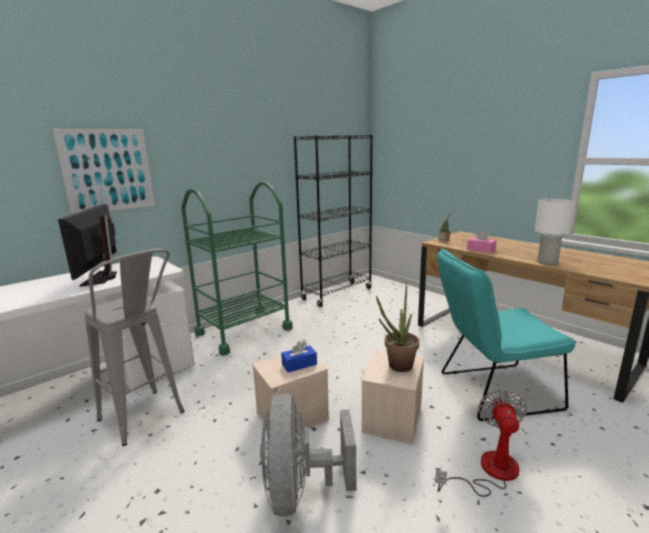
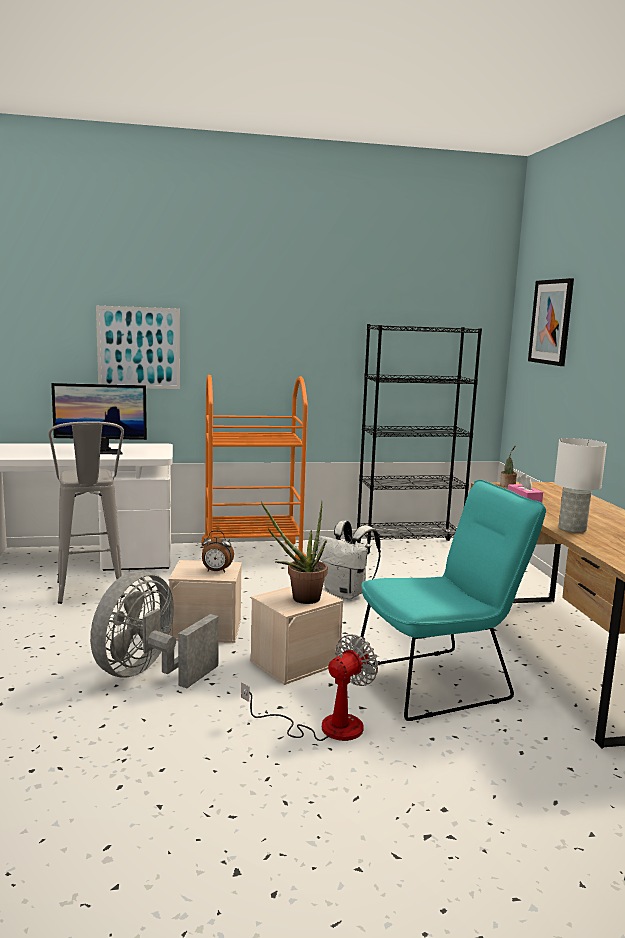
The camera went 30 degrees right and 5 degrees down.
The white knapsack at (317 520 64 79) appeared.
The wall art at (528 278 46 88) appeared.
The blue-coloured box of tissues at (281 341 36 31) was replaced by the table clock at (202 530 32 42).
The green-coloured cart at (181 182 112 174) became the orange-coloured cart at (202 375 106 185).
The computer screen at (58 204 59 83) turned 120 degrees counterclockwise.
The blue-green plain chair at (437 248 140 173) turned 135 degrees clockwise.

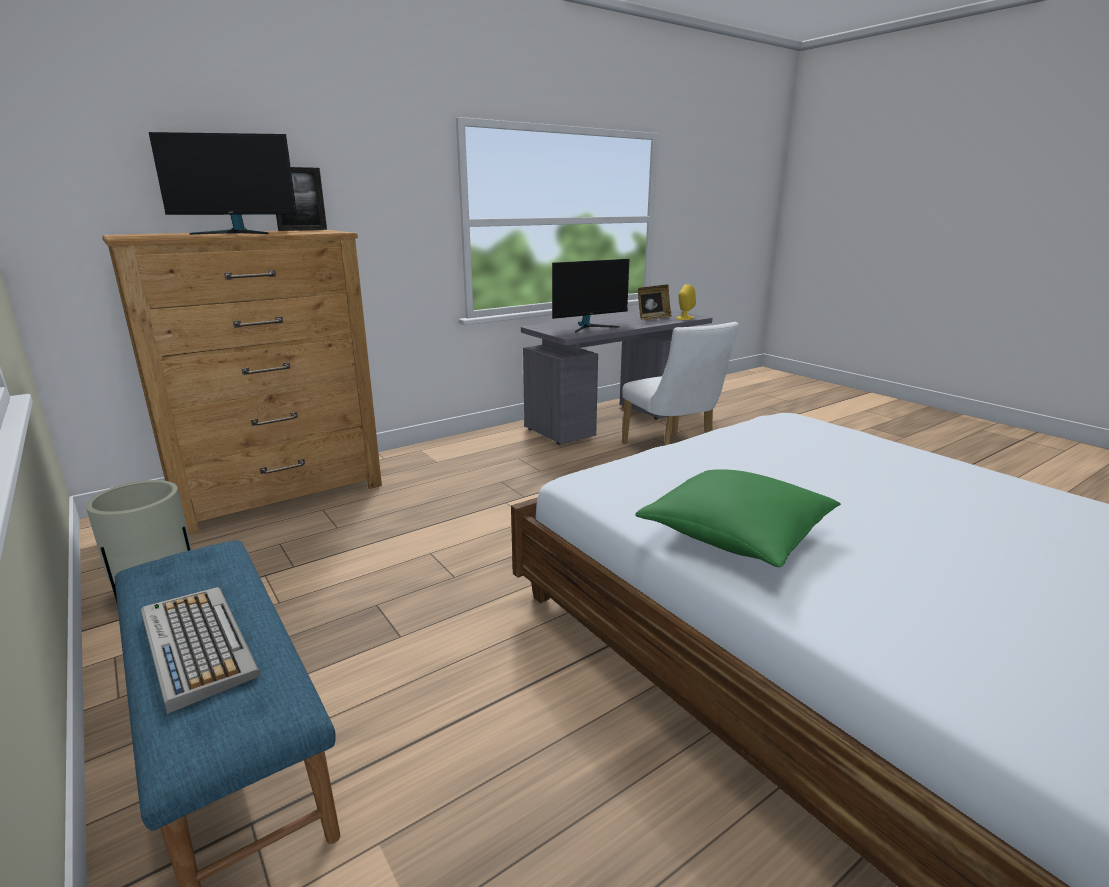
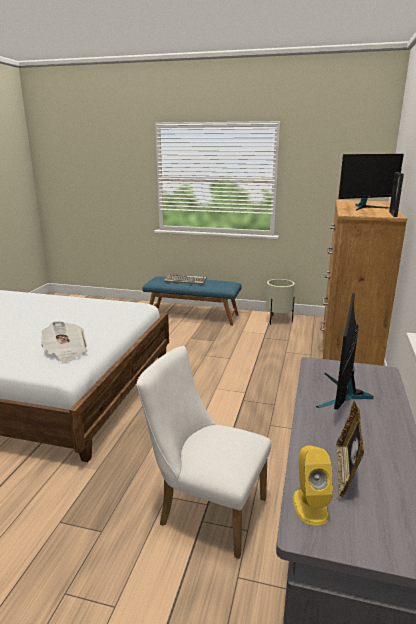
The camera went 140 degrees right and 0 degrees up.
The green-coloured cushion at (635 469 206 98) disappeared.
The daily paper at (41 321 47 42) appeared.
The computer screen at (149 132 148 103) turned 150 degrees counterclockwise.

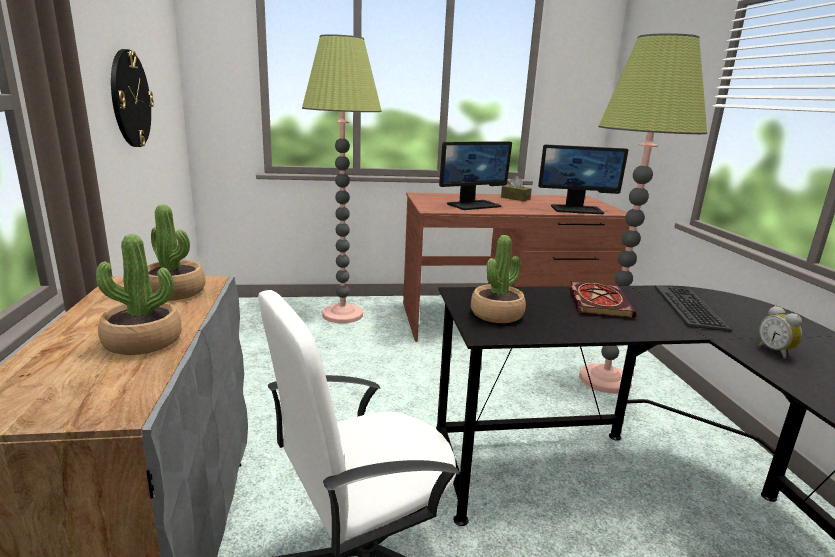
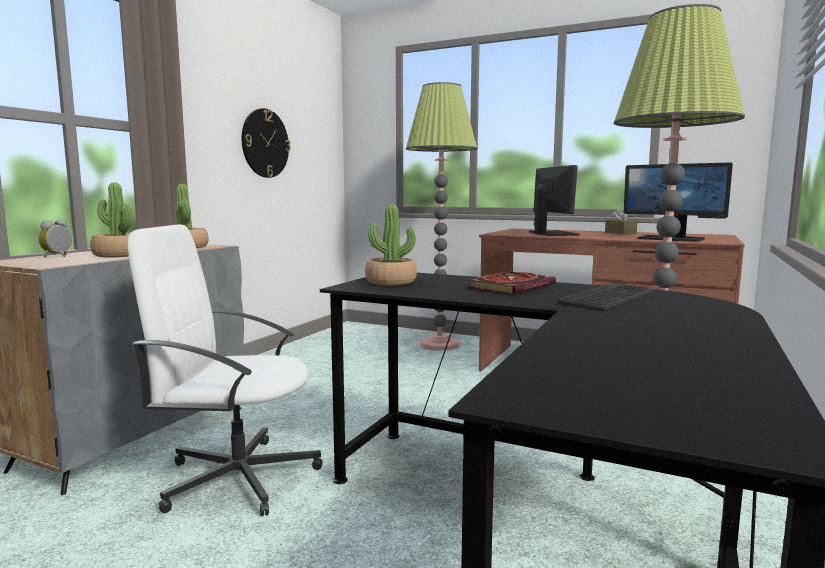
The camera went 35 degrees right and 10 degrees down.
The table clock moved from (759 306 43 53) to (38 220 34 37).
The computer screen at (439 141 73 69) turned 105 degrees counterclockwise.

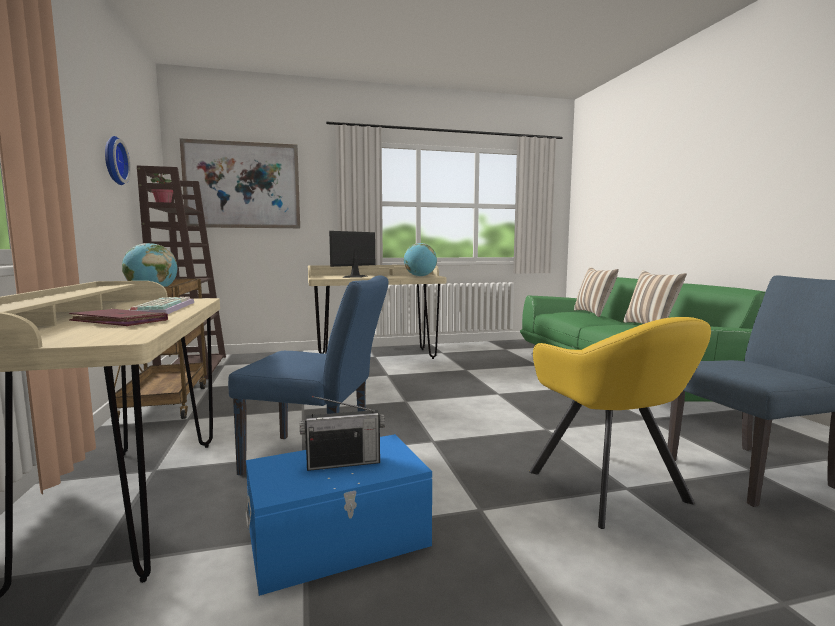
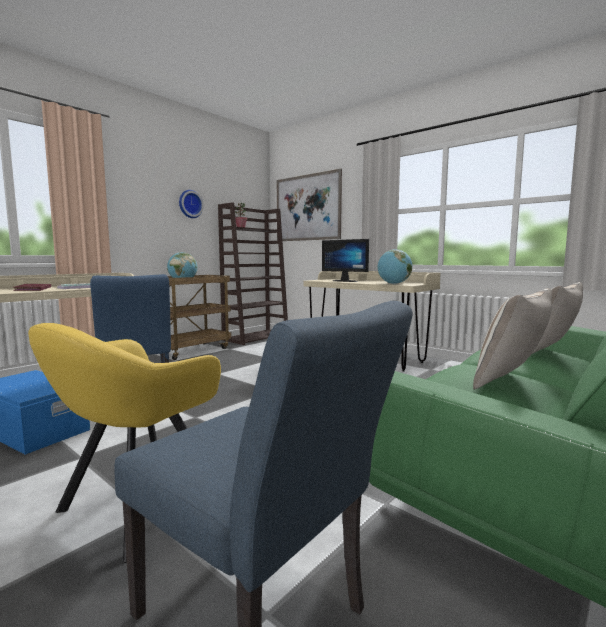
The camera went 55 degrees right and 0 degrees up.
The radio set at (300 396 85 75) disappeared.
The computer screen at (329 231 46 47) turned 150 degrees counterclockwise.

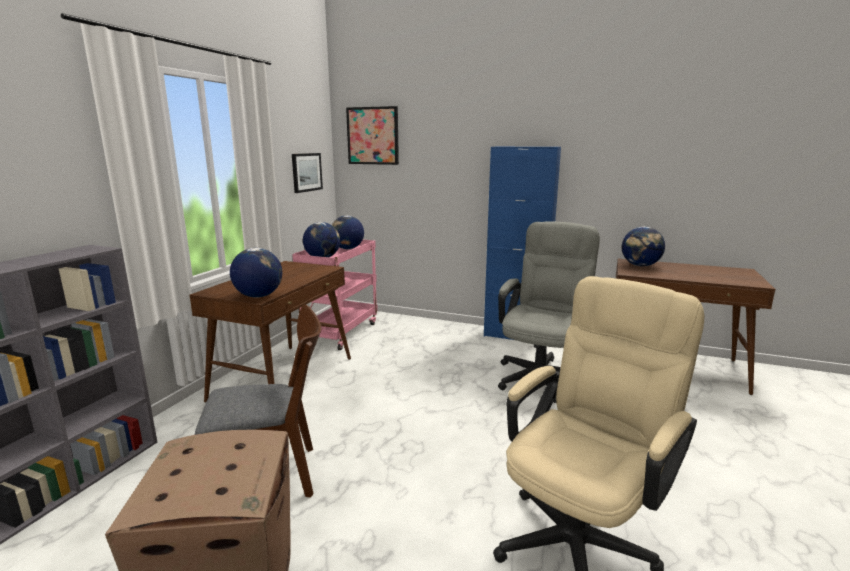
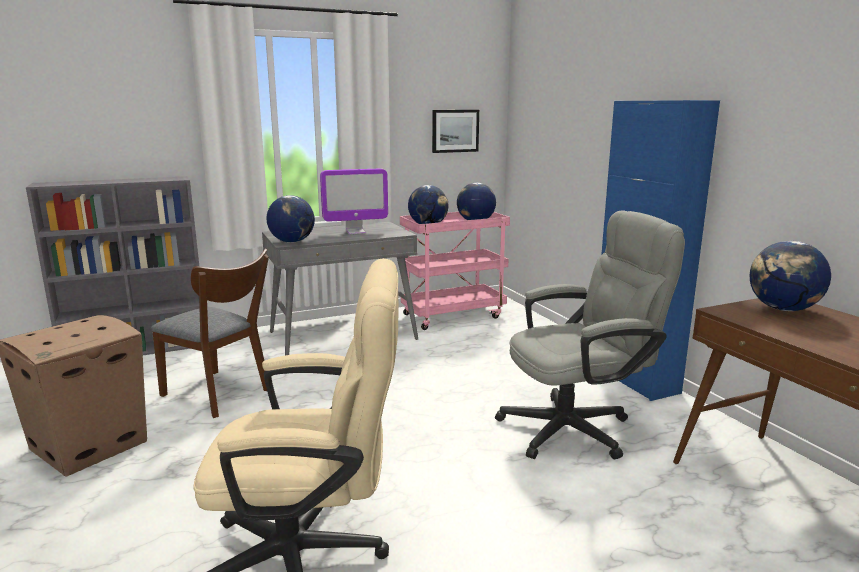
The camera went 45 degrees right and 0 degrees up.
The wall art at (346 106 53 59) disappeared.
The computer screen at (320 169 68 65) appeared.
The brownish desk table at (189 261 162 141) became the greyish desk table at (262 222 156 133).

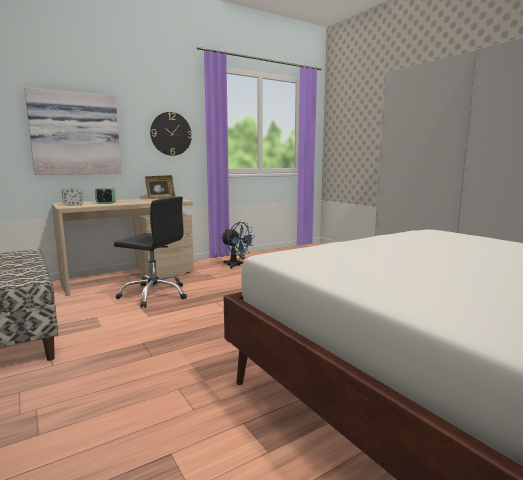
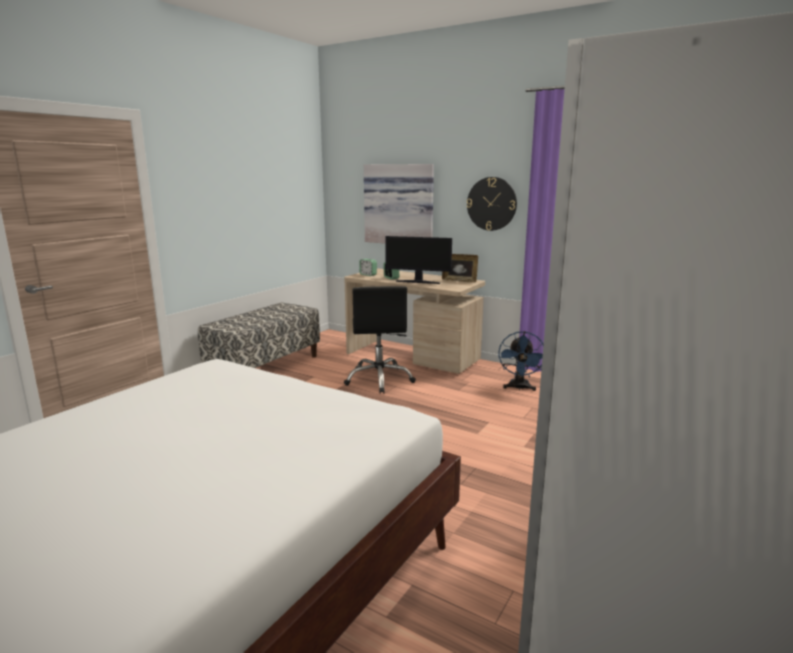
The camera went 65 degrees right and 5 degrees up.
The computer screen at (385 236 67 48) appeared.

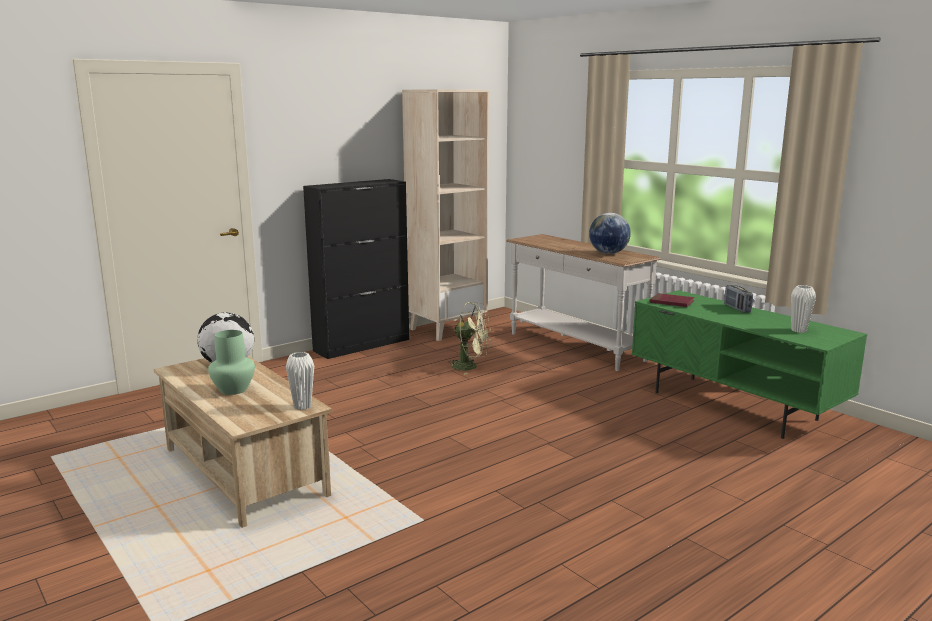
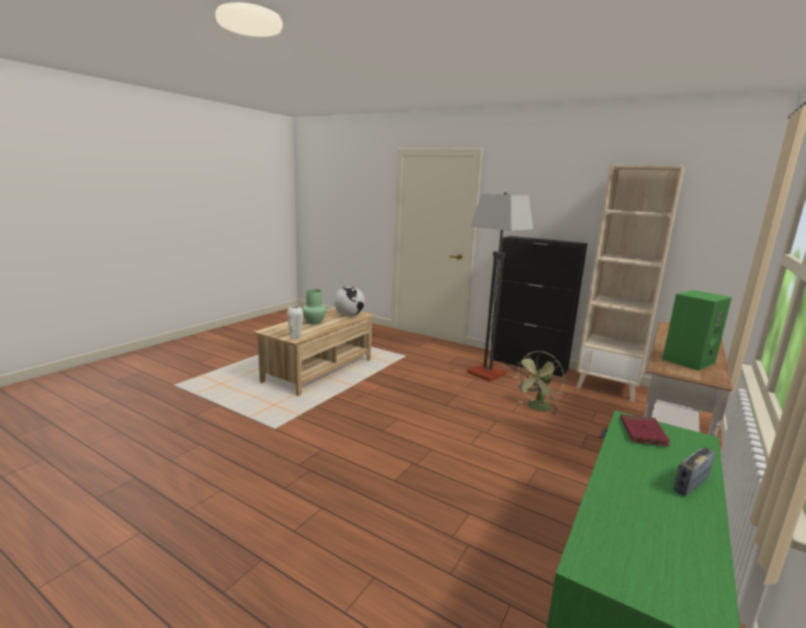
The camera went 70 degrees right and 0 degrees up.
The white flower vase at (791 285 25 48) disappeared.
The standing lamp at (467 192 72 199) appeared.
The globe at (589 213 42 41) was replaced by the green-coloured loudspeaker at (662 290 70 81).
The green-coloured electric fan at (448 302 44 73) turned 45 degrees clockwise.

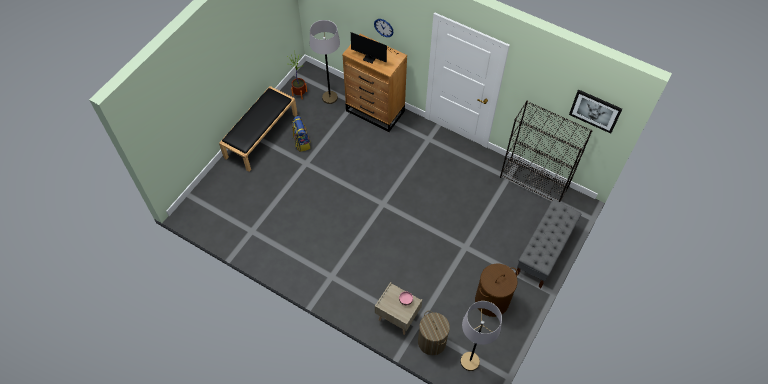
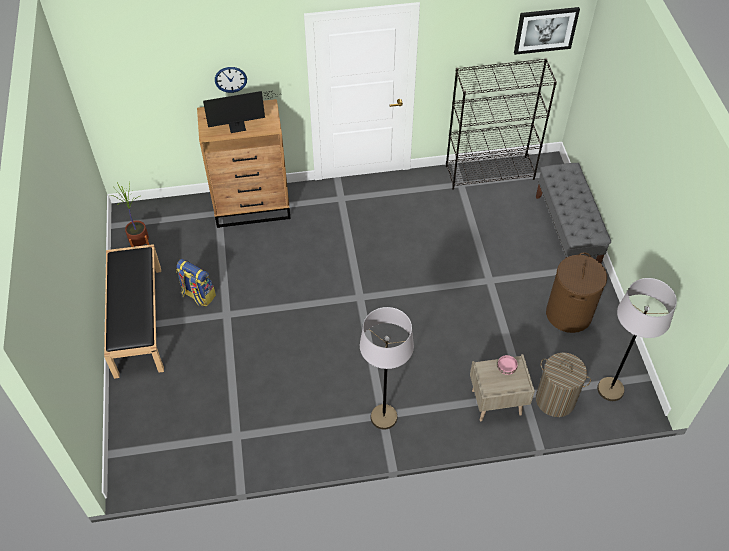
The camera went 40 degrees left and 5 degrees down.
The greyish standing lamp moved from (310 20 30 84) to (360 307 54 123).

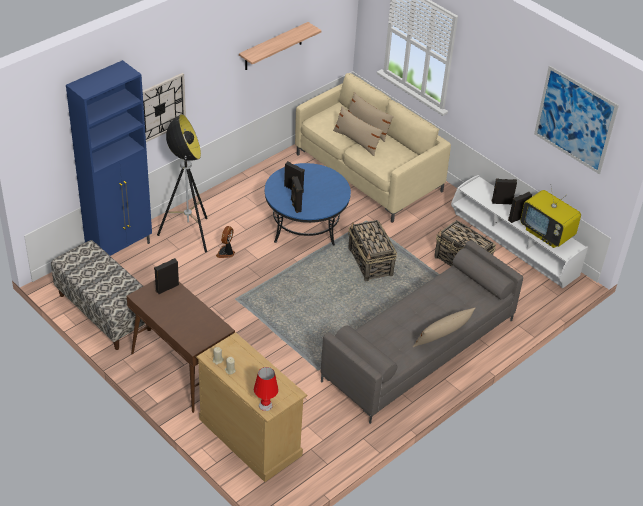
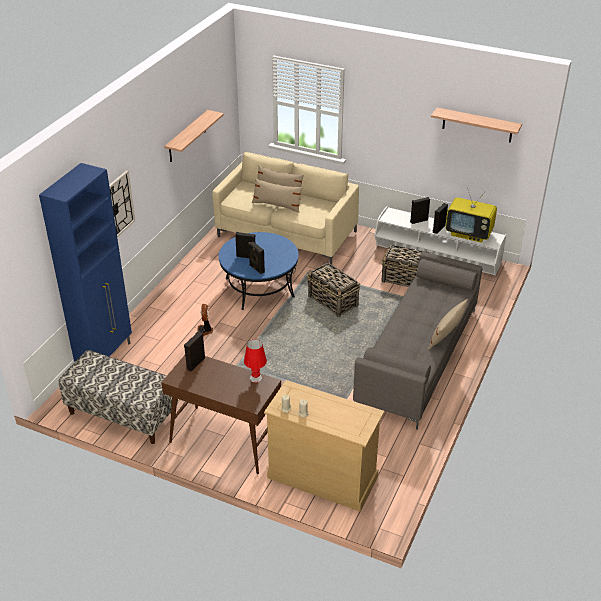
The camera went 20 degrees left and 5 degrees down.
The standing lamp at (157 114 50 139) disappeared.
The red lamp for a table moved from (254 367 25 44) to (244 339 23 44).
The wall art at (534 66 85 108) was replaced by the bracket shelf at (431 108 91 35).

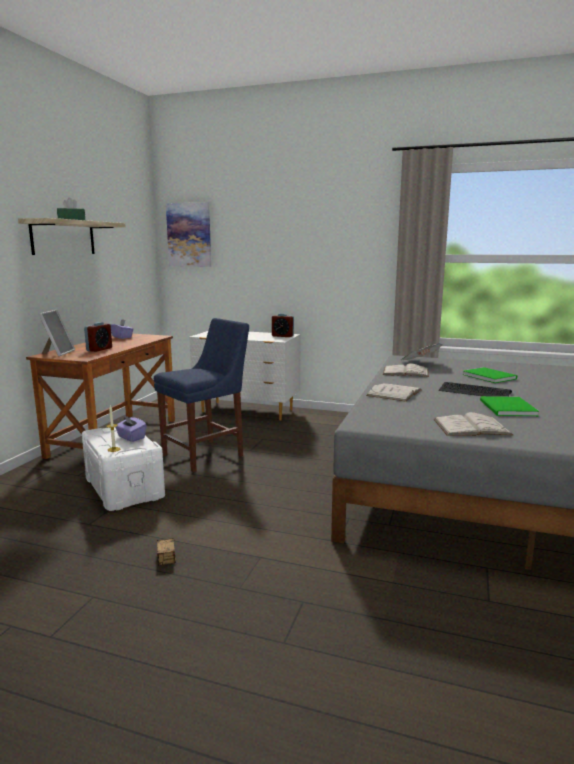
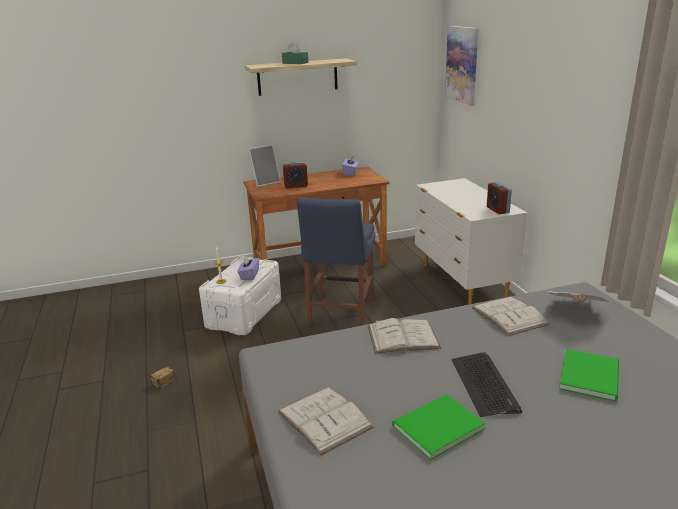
The camera went 55 degrees right and 10 degrees up.
The blue-coloured plain chair at (154 318 95 154) turned 90 degrees clockwise.

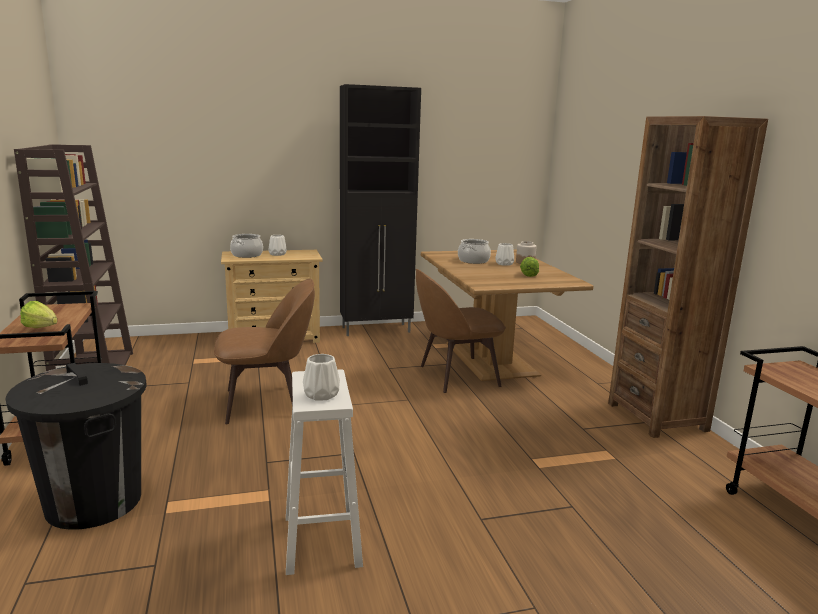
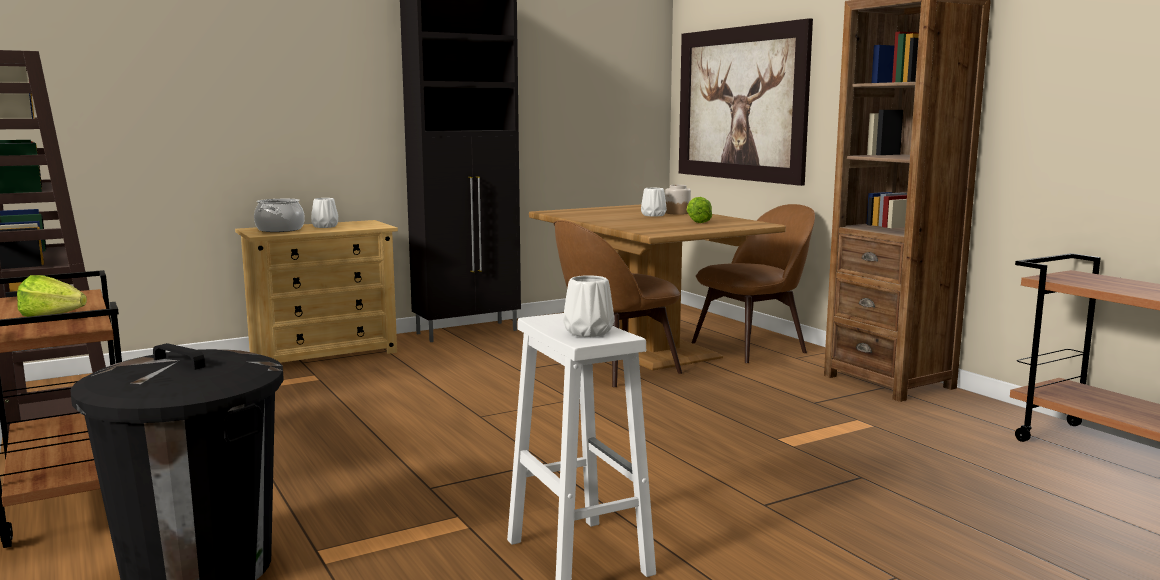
The camera went 15 degrees left and 5 degrees down.
The saucepot at (458 239 33 25) disappeared.
The wall art at (679 18 134 168) appeared.
The brownish plain chair moved from (214 279 101 145) to (692 204 123 159).

